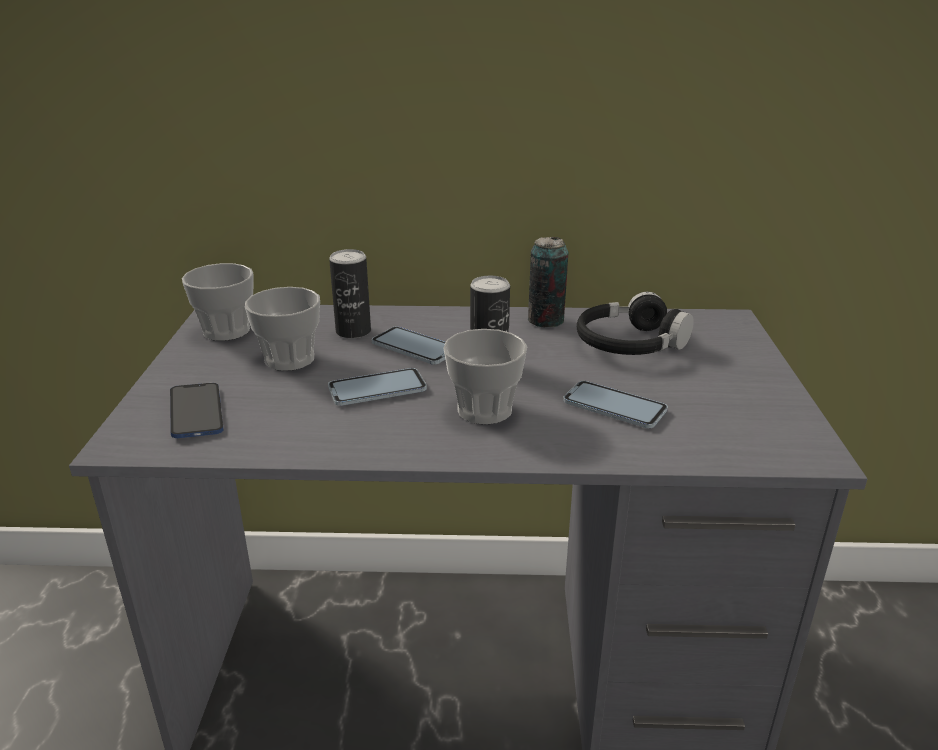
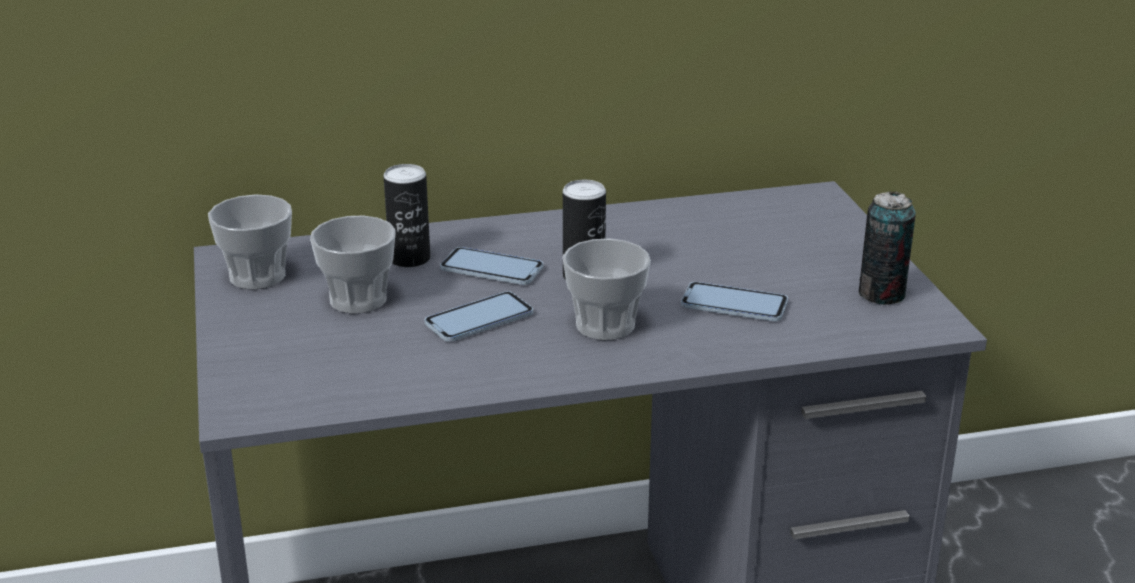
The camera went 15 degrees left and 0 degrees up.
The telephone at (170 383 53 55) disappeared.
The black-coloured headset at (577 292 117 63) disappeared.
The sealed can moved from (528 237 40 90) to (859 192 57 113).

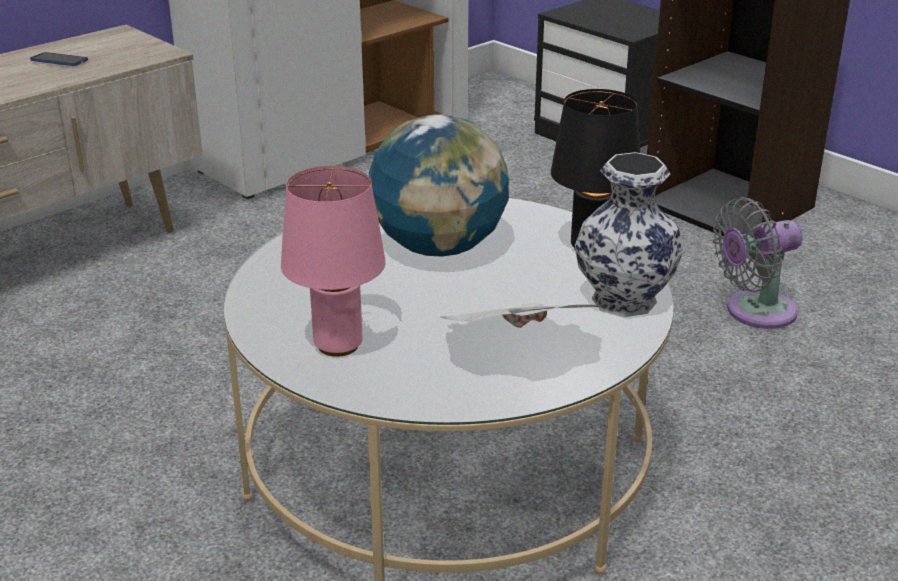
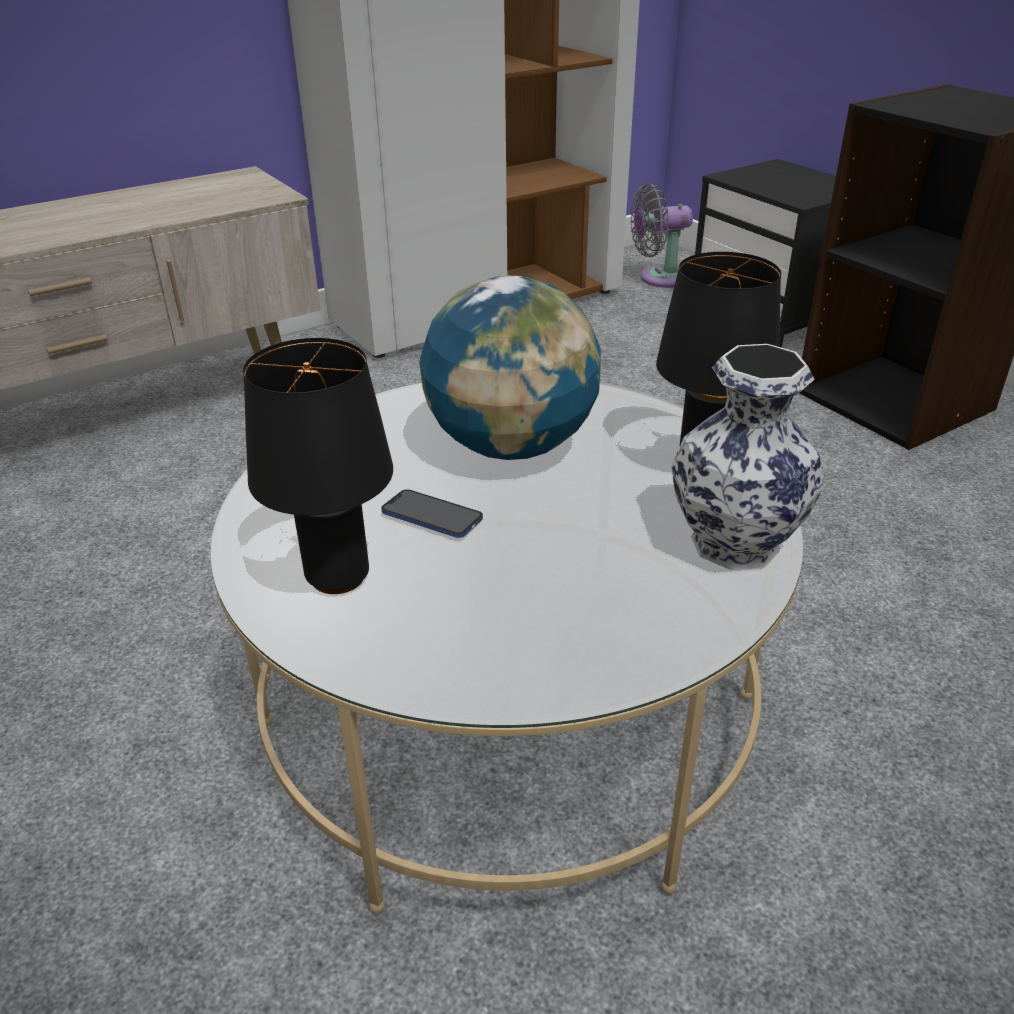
The camera went 10 degrees right and 5 degrees up.
The daily paper at (440 303 160 25) disappeared.
The telephone moved from (30 52 58 14) to (381 489 102 49).
The greyish electric fan moved from (713 197 90 132) to (630 184 63 104).
The pink lamp for a table at (281 166 105 191) became the black-coloured lamp for a table at (243 338 150 256).

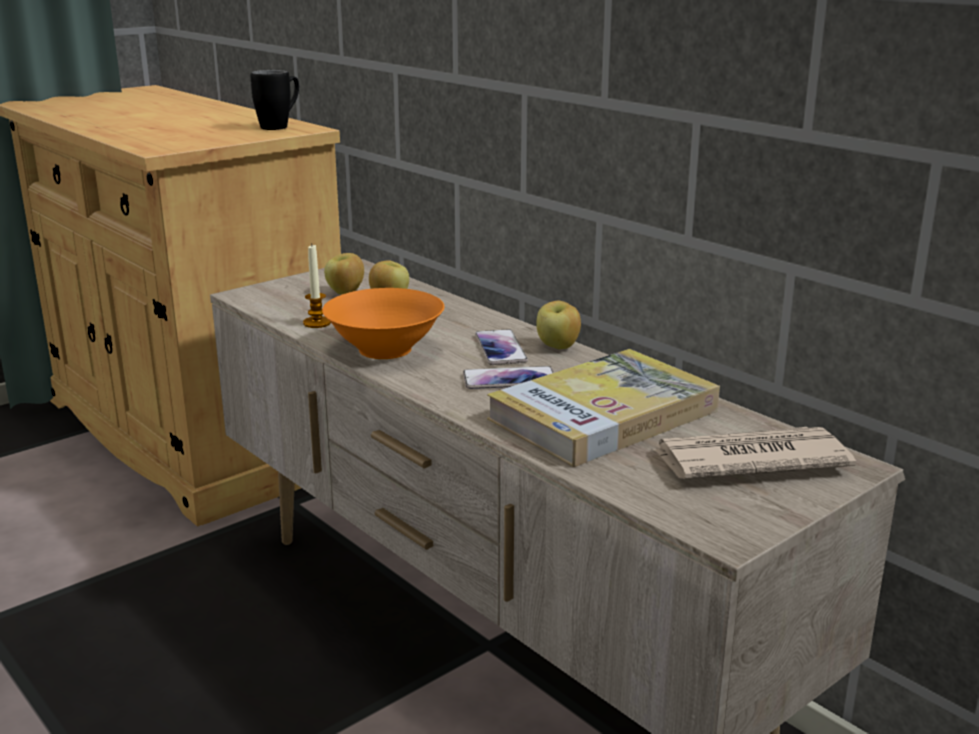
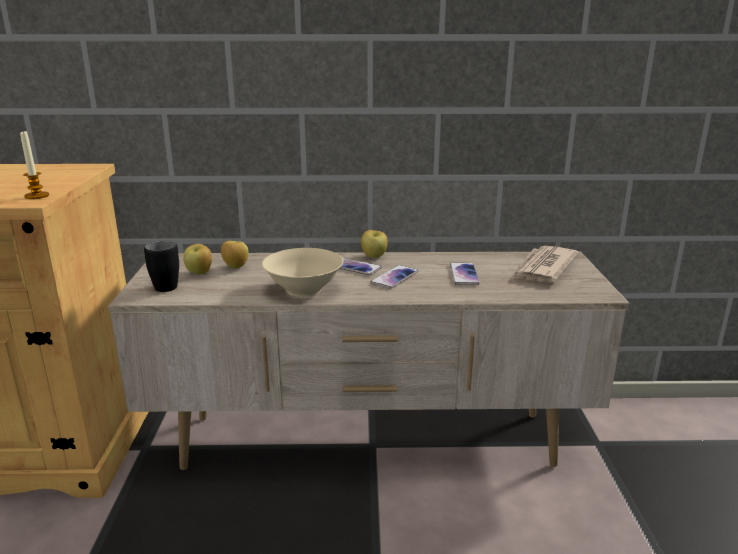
The camera went 50 degrees left and 0 degrees up.
The black-coloured mug moved from (250 70 49 60) to (144 241 35 51).
The wax candle moved from (303 245 28 83) to (20 131 29 68).
The volume at (487 349 233 118) was replaced by the telephone at (450 263 30 22).
The orange-coloured bowl at (322 288 122 71) became the beige bowl at (262 248 82 49).

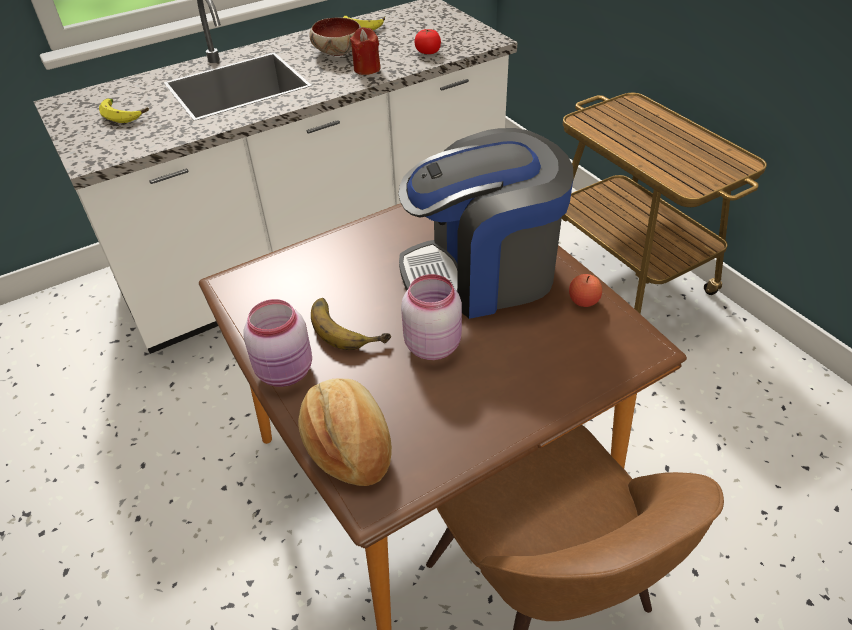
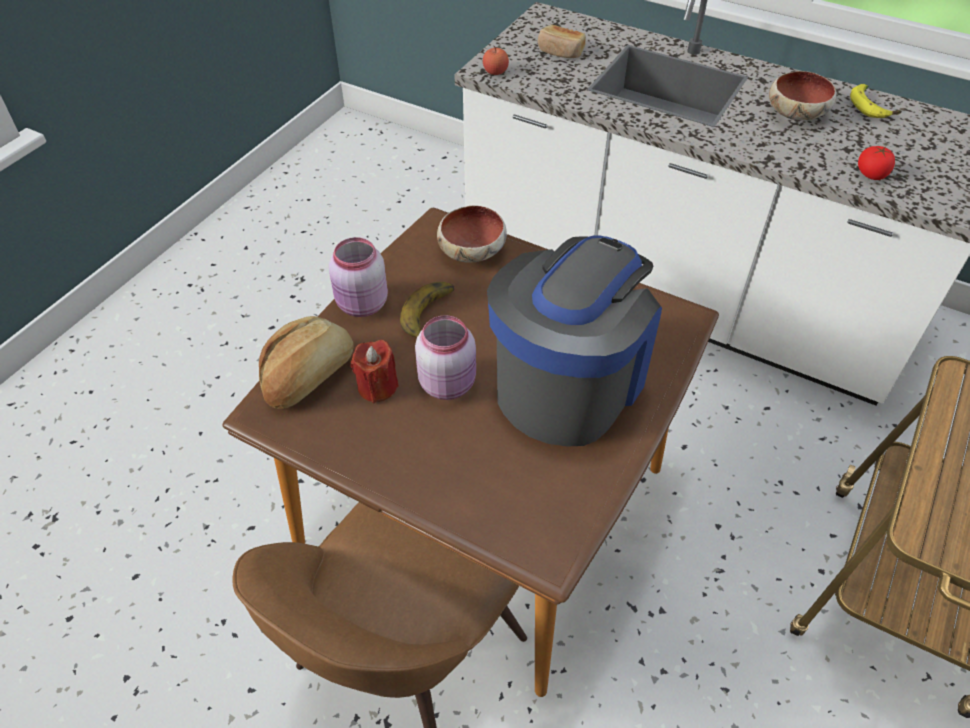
The camera went 60 degrees right and 5 degrees up.
The bowl at (437 205 70 58) appeared.
The red wax candle moved from (350 27 31 48) to (351 340 48 63).
The apple fruit moved from (569 274 33 33) to (483 45 26 30).
The banana fruit at (99 99 50 24) was replaced by the bread at (538 25 48 33).
The coffee brewer at (398 128 176 191) turned 75 degrees clockwise.

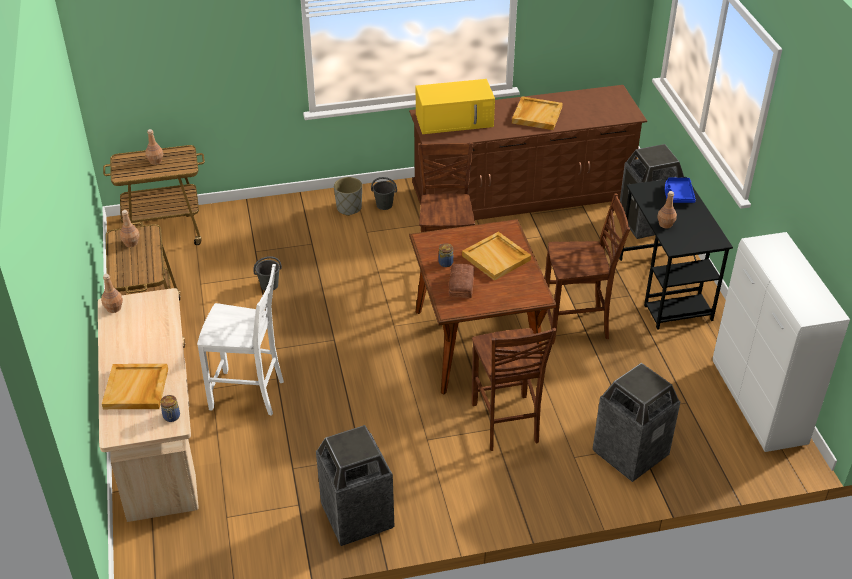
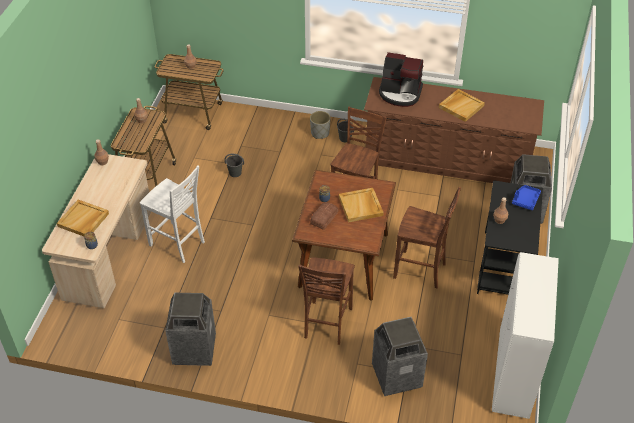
The camera went 25 degrees right and 5 degrees up.
The yellowish microwave oven at (416 79 79 55) was replaced by the coffee brewer at (379 52 44 55).

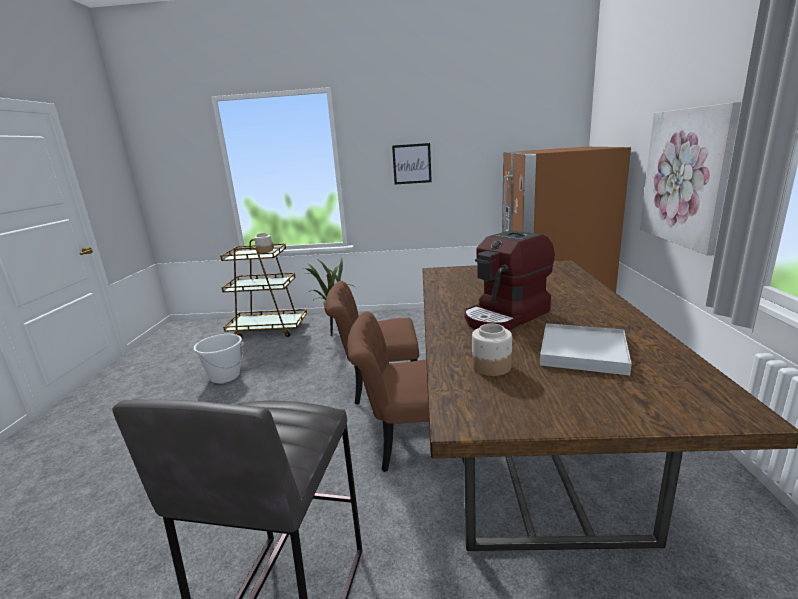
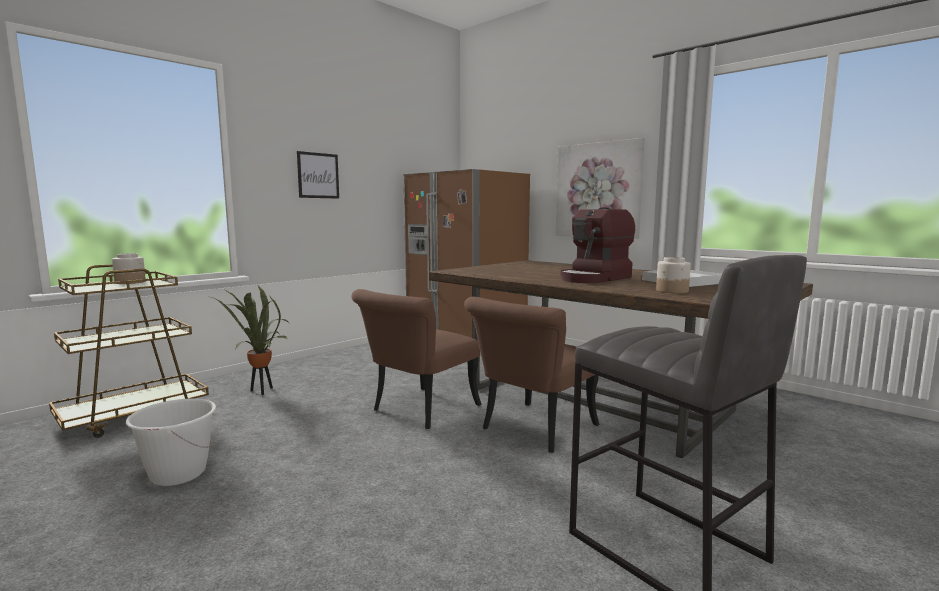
The camera went 50 degrees left and 10 degrees down.
The coffee brewer at (464 230 91 100) turned 45 degrees clockwise.

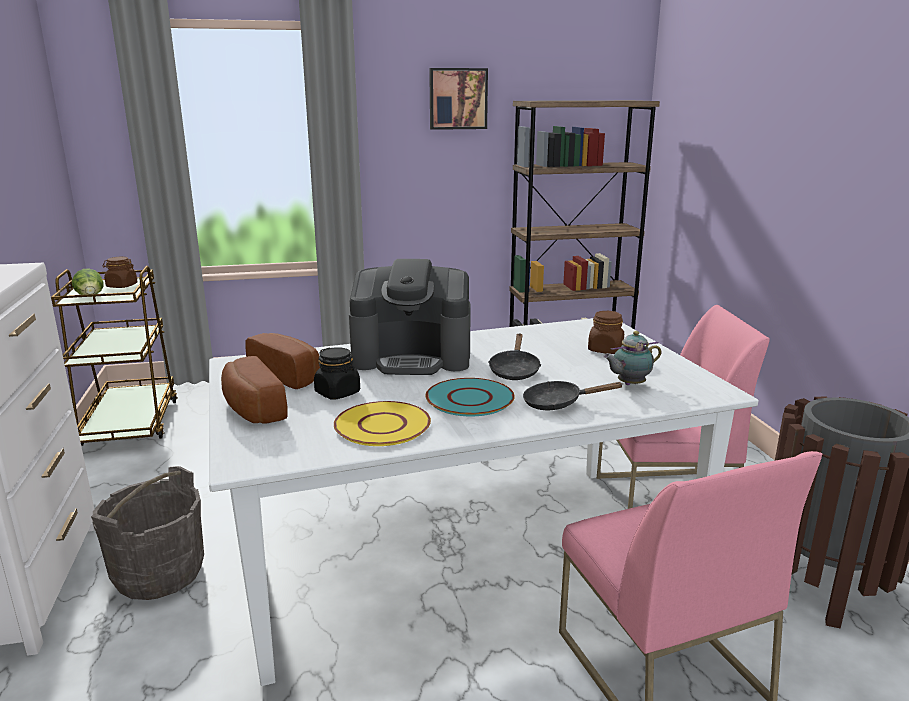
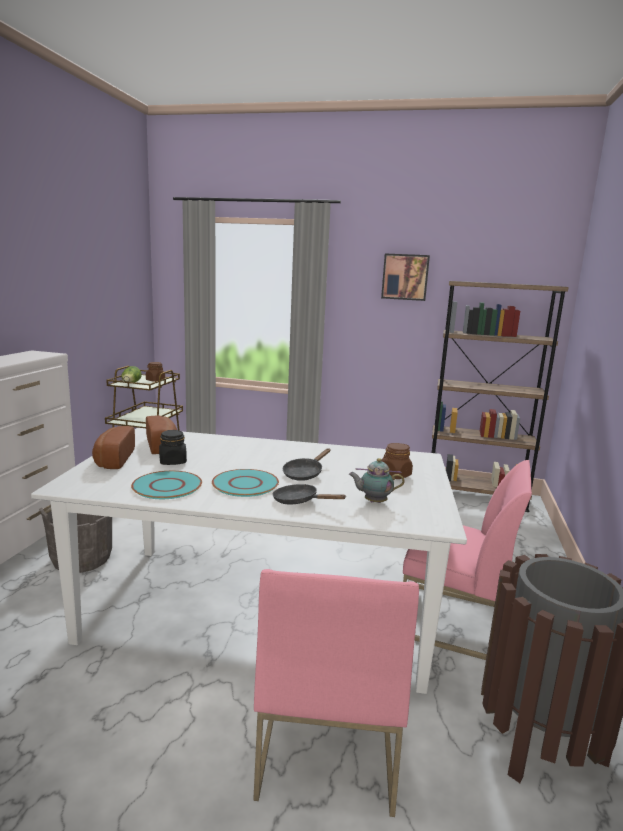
The camera went 25 degrees right and 5 degrees down.
The coffee brewer at (349 259 122 116) disappeared.
The yellowish flat dish at (334 401 97 45) became the blue-green flat dish at (131 471 71 28).

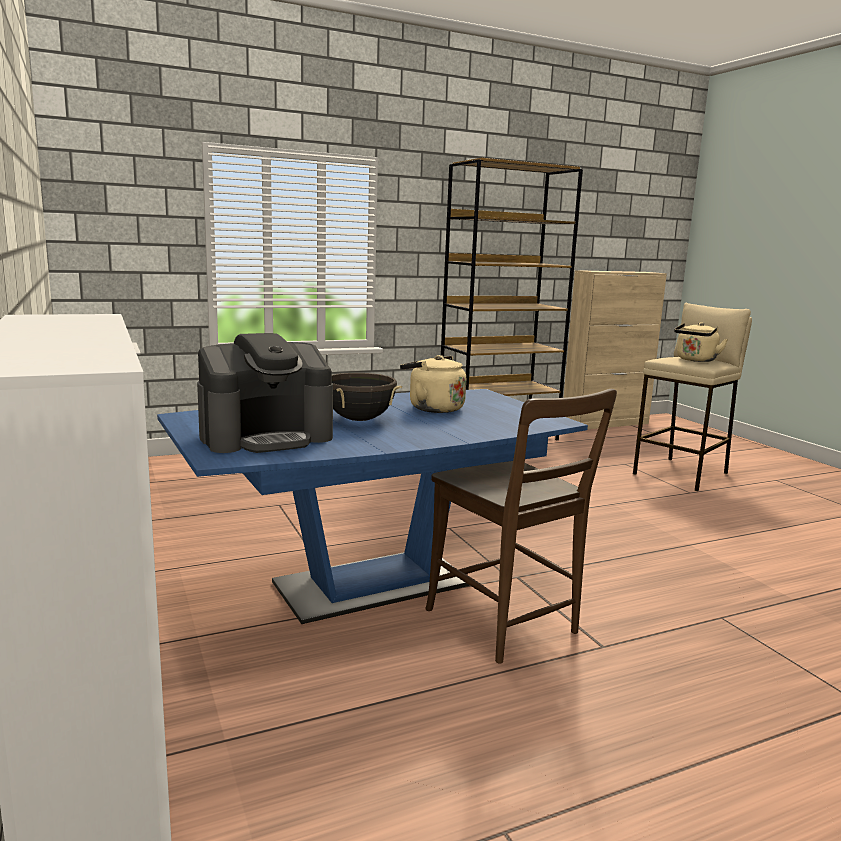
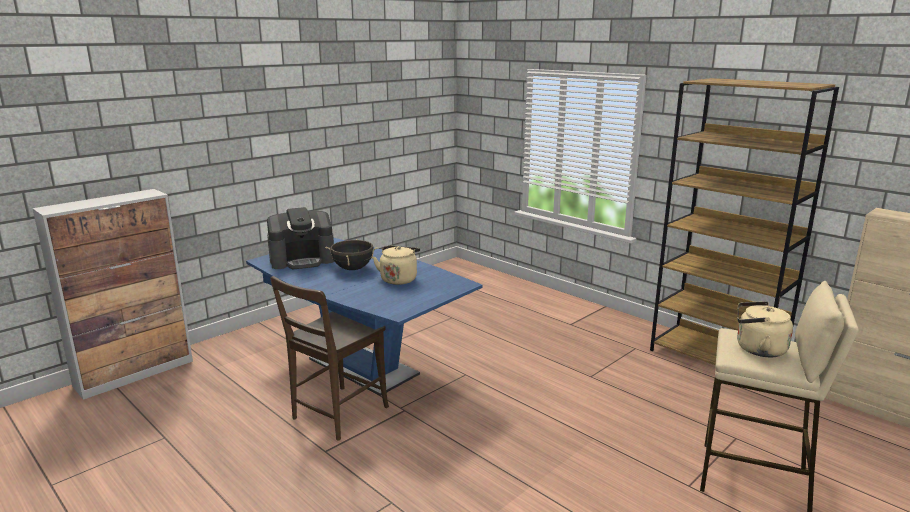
The camera went 70 degrees right and 5 degrees up.
The coffee brewer at (197 333 136 120) turned 60 degrees counterclockwise.

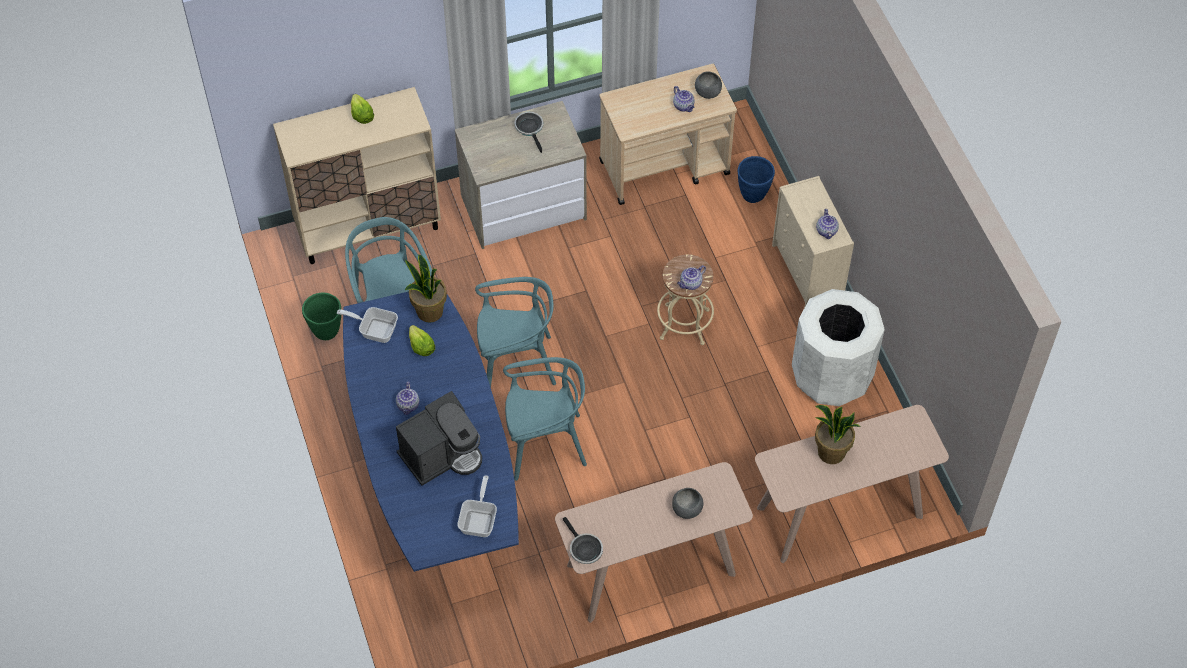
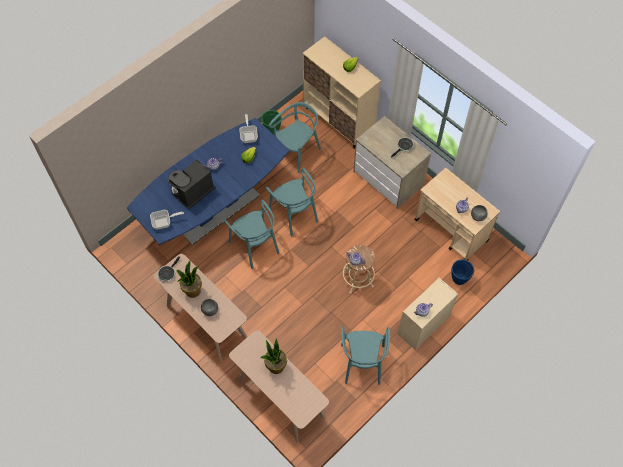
The camera went 65 degrees right and 5 degrees up.
The houseplant moved from (405 254 42 69) to (176 261 26 37).
The white waste bin at (792 289 93 117) was replaced by the blue-green plain chair at (341 326 49 59).
The coffee brewer at (396 391 86 95) turned 105 degrees clockwise.

